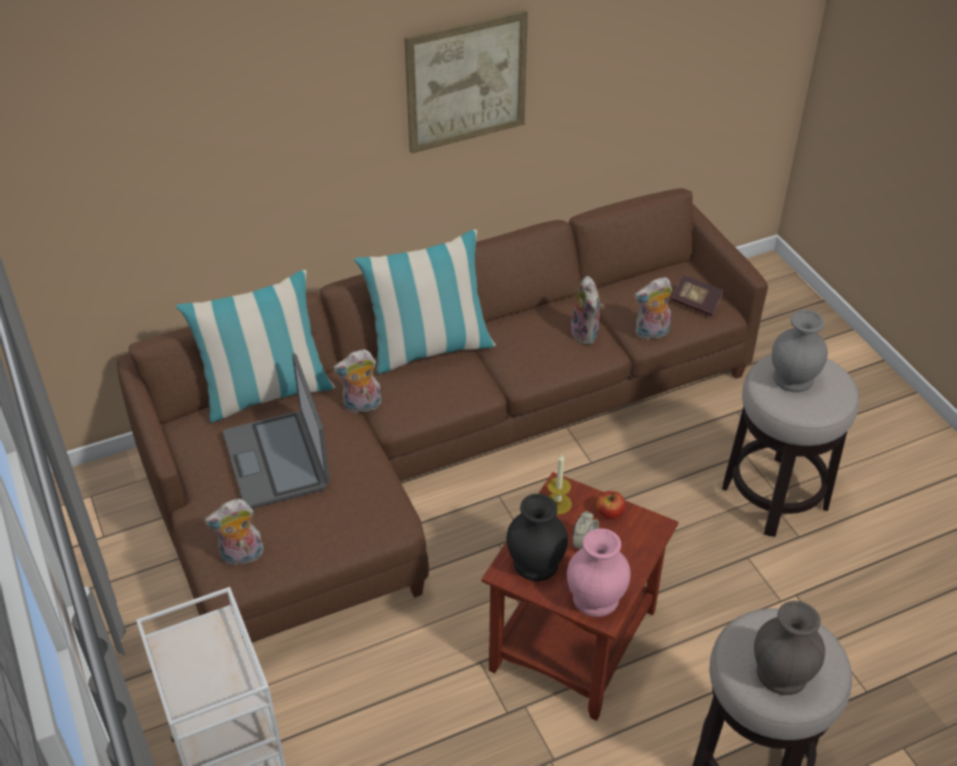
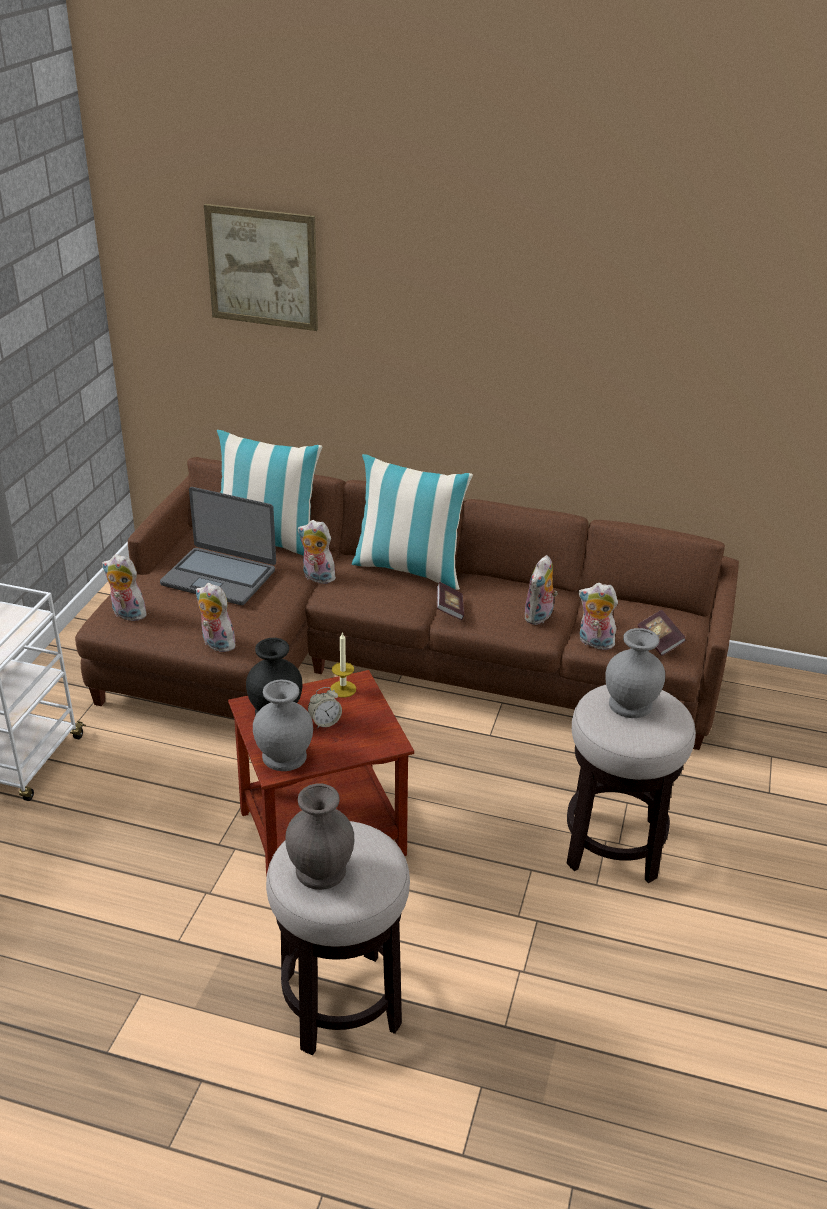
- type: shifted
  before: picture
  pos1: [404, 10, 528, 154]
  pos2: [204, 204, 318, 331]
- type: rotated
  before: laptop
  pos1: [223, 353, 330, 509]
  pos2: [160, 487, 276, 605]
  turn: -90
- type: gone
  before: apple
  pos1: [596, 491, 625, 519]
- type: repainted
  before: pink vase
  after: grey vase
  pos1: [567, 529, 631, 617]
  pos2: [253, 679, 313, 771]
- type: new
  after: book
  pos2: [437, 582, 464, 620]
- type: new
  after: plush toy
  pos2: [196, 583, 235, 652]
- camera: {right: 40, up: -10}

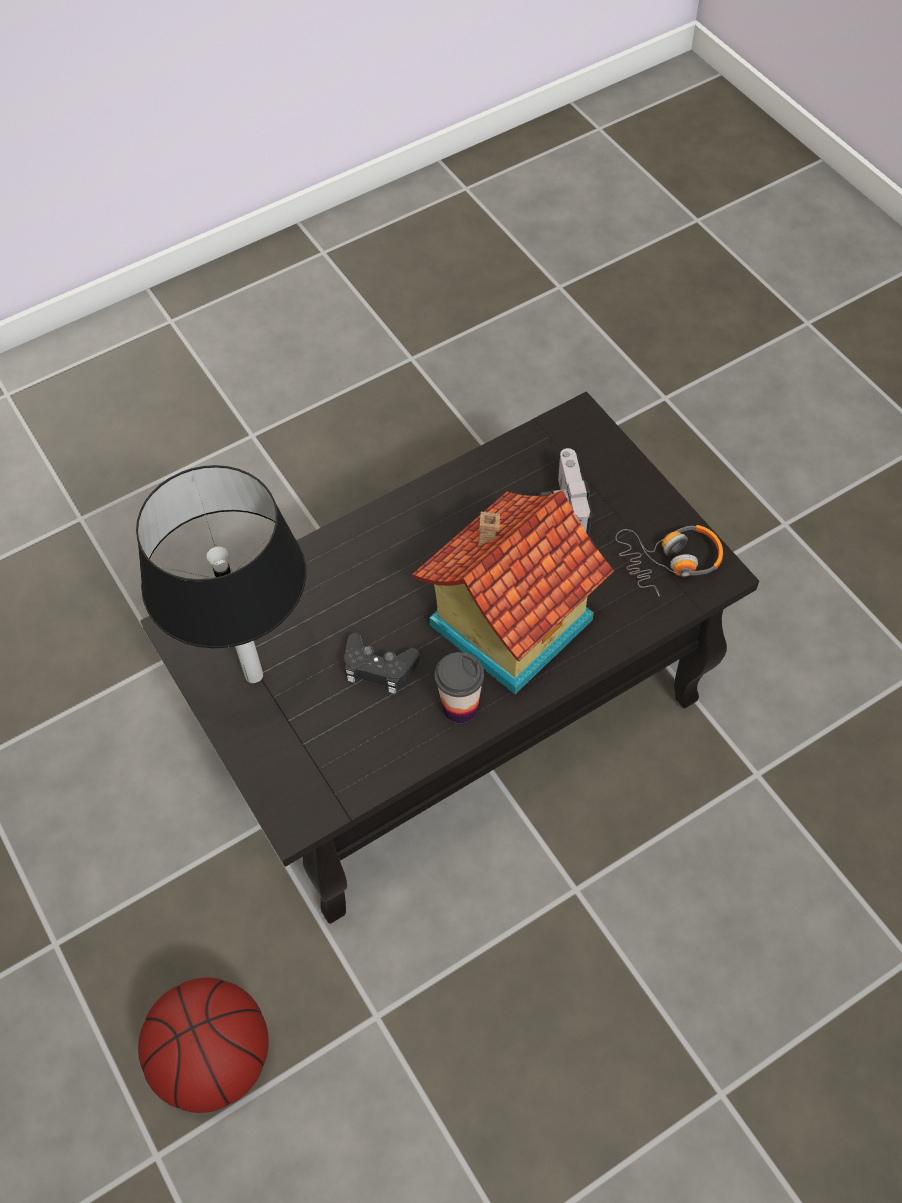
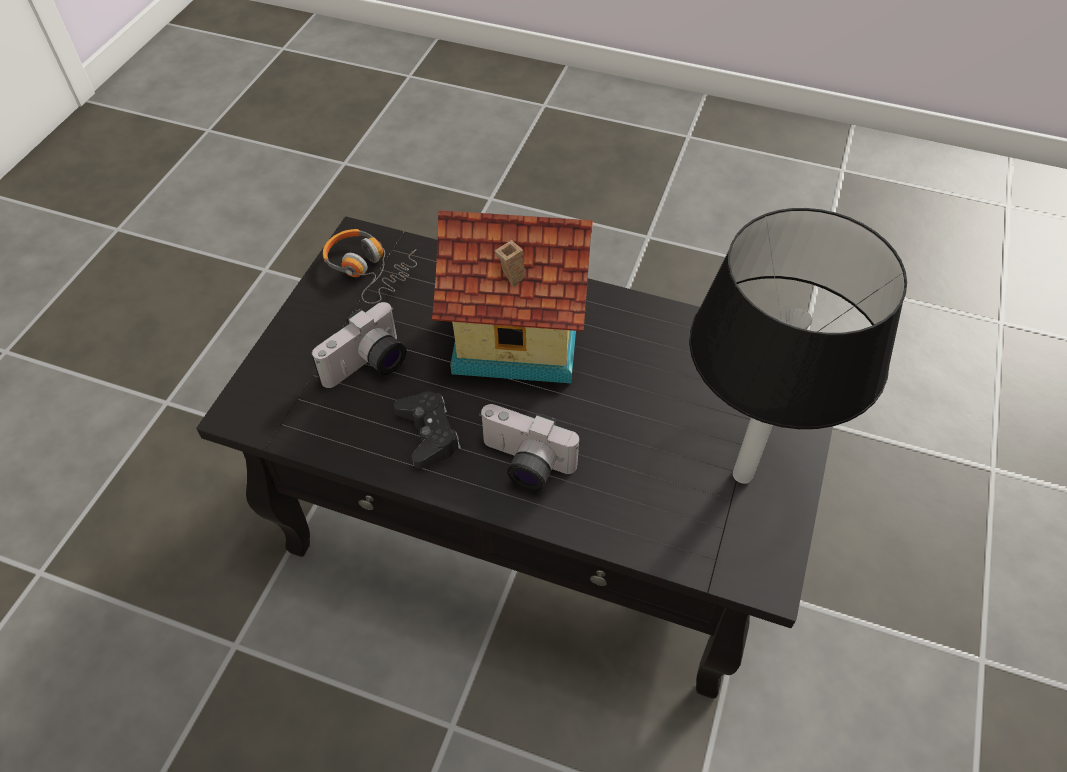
- type: shifted
  before: black game controller
  pos1: [344, 633, 419, 694]
  pos2: [394, 391, 461, 469]
- type: gone
  before: cup
  pos1: [435, 652, 484, 723]
- type: gone
  before: basketball
  pos1: [138, 978, 269, 1113]
- type: new
  after: photo camera
  pos2: [479, 404, 579, 491]
- camera: {right: -130, up: -5}

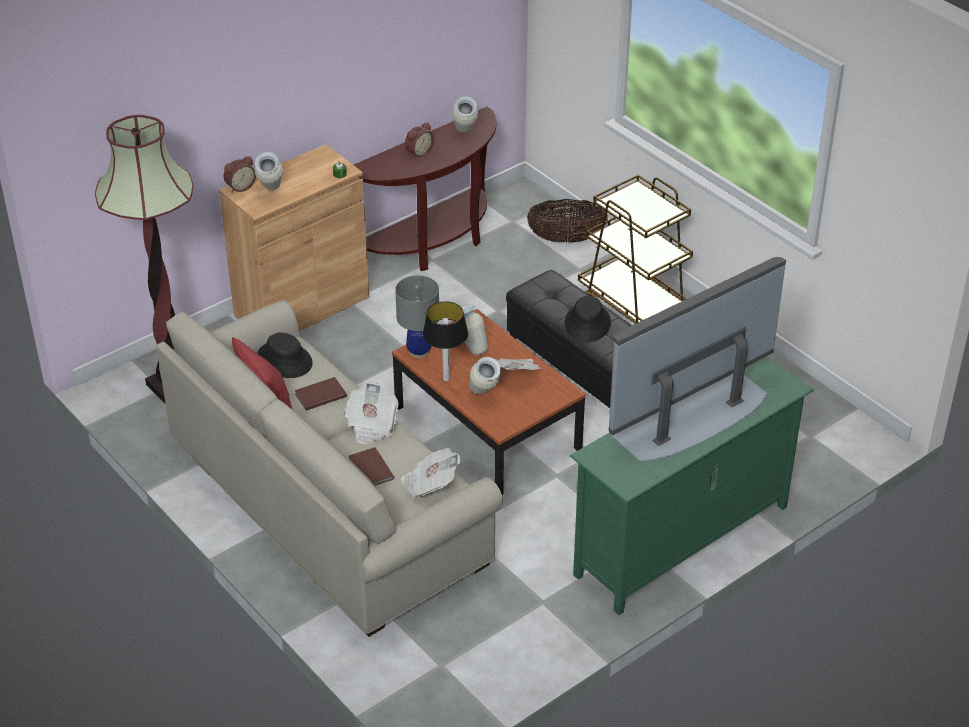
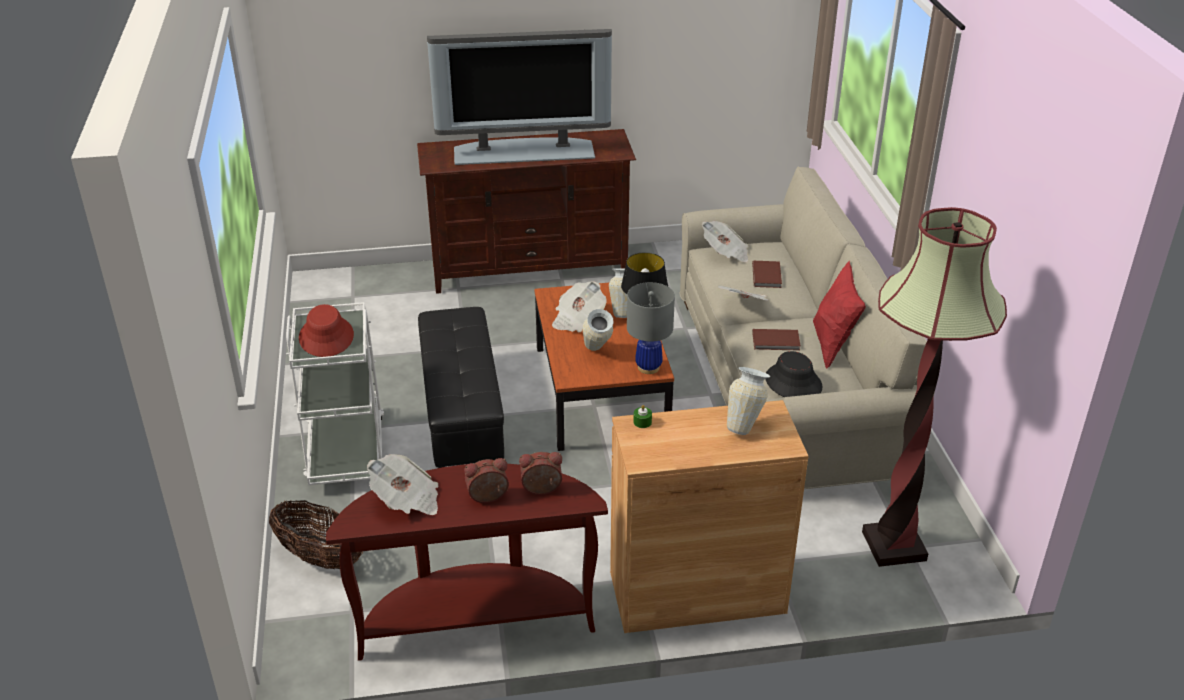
- type: swapped
  before: vase
  after: newspaper
  pos1: [452, 96, 478, 133]
  pos2: [367, 454, 439, 515]
- type: shifted
  before: alarm clock
  pos1: [224, 156, 256, 193]
  pos2: [519, 452, 562, 495]
- type: repainted
  before: brown cart
  after: white cart
  pos1: [578, 175, 693, 324]
  pos2: [286, 302, 384, 485]
- type: gone
  before: black hat
  pos1: [565, 296, 611, 342]
- type: repainted
  before: green tv stand
  after: brown tv stand
  pos1: [570, 357, 814, 615]
  pos2: [417, 129, 636, 294]
- type: new
  after: red hat
  pos2: [299, 304, 354, 357]
- camera: {right: -150, up: -5}

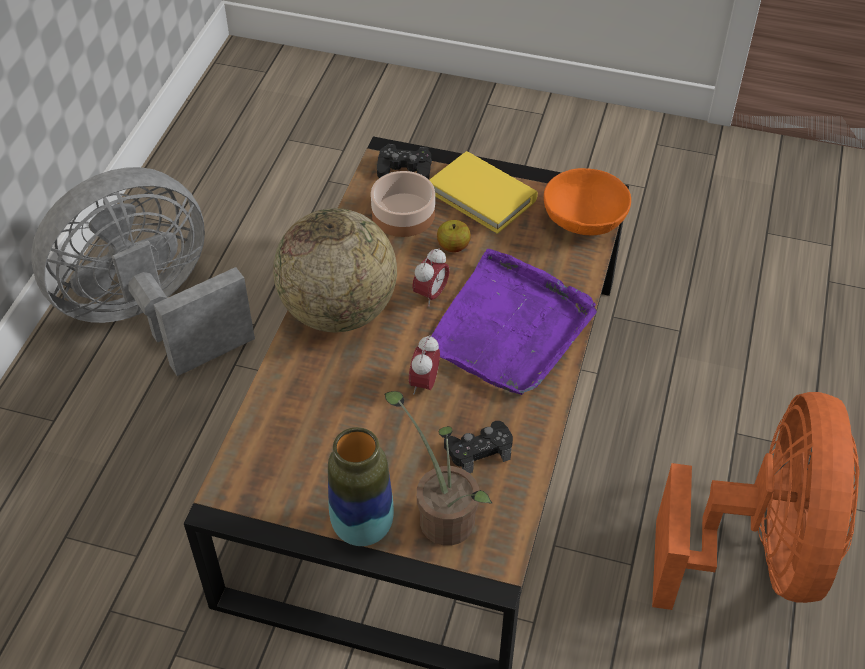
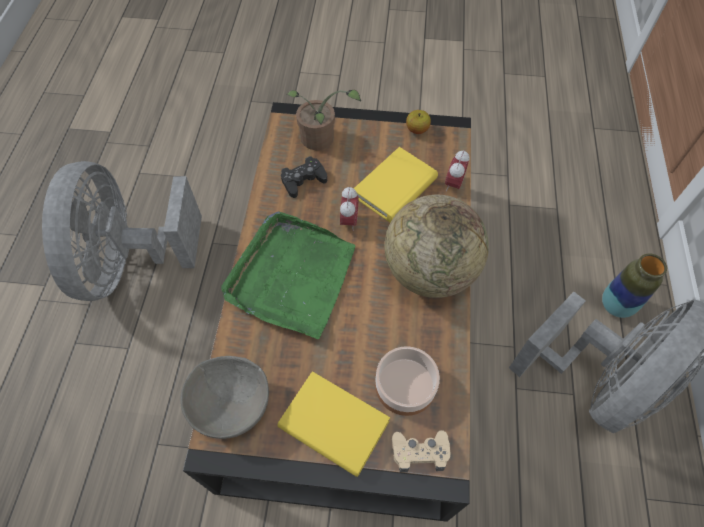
- type: repainted
  before: black game controller
  after: beige game controller
  pos1: [377, 144, 432, 179]
  pos2: [392, 430, 451, 472]
- type: repainted
  before: orange bowl
  after: grey bowl
  pos1: [544, 168, 631, 235]
  pos2: [180, 356, 269, 439]
- type: shifted
  before: apple
  pos1: [437, 220, 471, 252]
  pos2: [406, 110, 431, 134]
- type: shifted
  before: alarm clock
  pos1: [412, 248, 450, 307]
  pos2: [445, 150, 470, 191]
- type: repainted
  before: purple tray
  after: green tray
  pos1: [431, 249, 597, 395]
  pos2: [221, 211, 356, 339]
- type: repainted
  before: orange fan
  after: grey fan
  pos1: [652, 392, 859, 610]
  pos2: [42, 161, 202, 301]
- type: shifted
  before: vase
  pos1: [328, 427, 394, 546]
  pos2: [602, 253, 667, 318]
- type: new
  after: yellow book
  pos2: [354, 147, 438, 223]
- camera: {right: 170, up: 10}

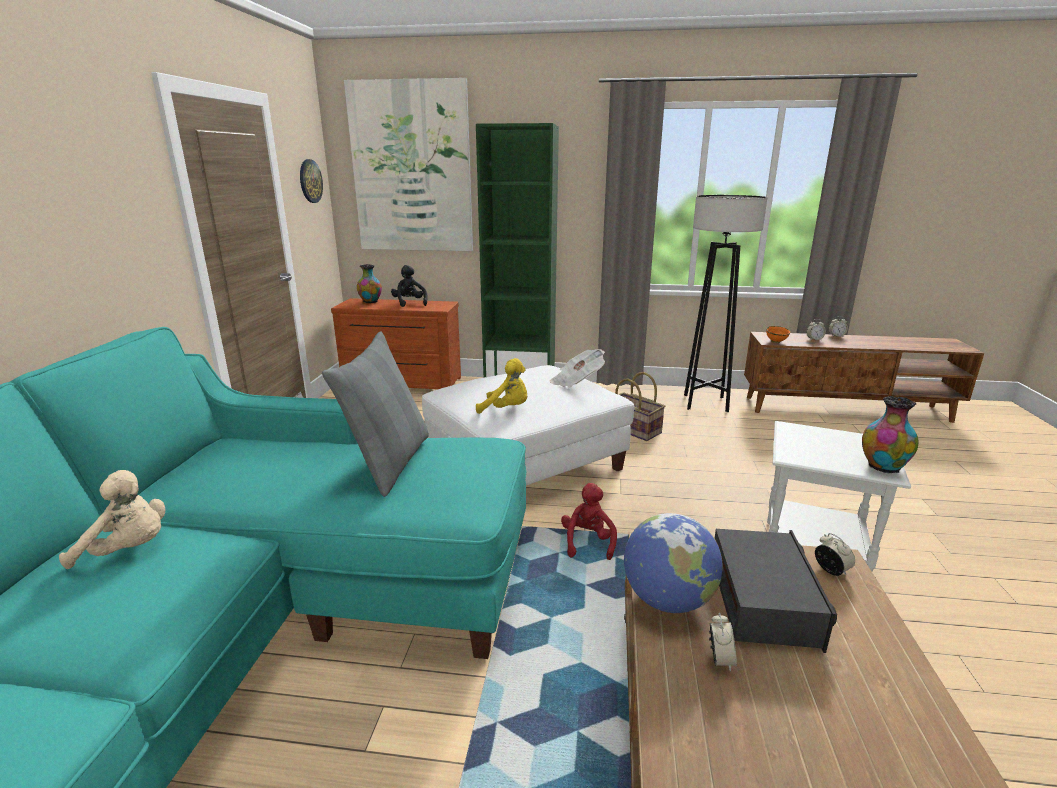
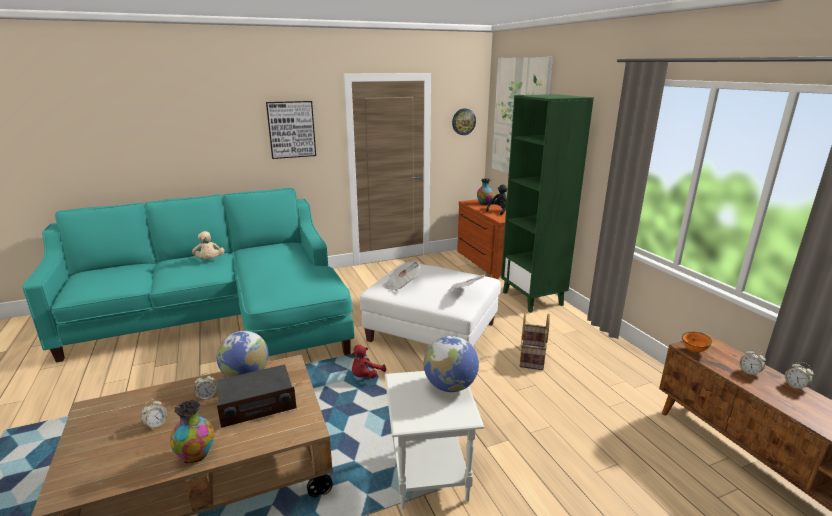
- type: gone
  before: grey floor lamp
  pos1: [684, 195, 768, 412]
- type: gone
  before: grey pillow
  pos1: [322, 331, 429, 497]
- type: swapped
  before: yellow plush toy
  after: newspaper
  pos1: [476, 358, 527, 414]
  pos2: [382, 261, 420, 291]
- type: shifted
  before: vase
  pos1: [862, 396, 918, 473]
  pos2: [170, 400, 214, 464]
- type: rotated
  before: red plush toy
  pos1: [561, 483, 617, 560]
  pos2: [352, 345, 386, 378]
  turn: 150
- type: shifted
  before: alarm clock
  pos1: [815, 533, 855, 576]
  pos2: [141, 399, 167, 430]
- type: new
  after: picture
  pos2: [266, 101, 316, 159]
- type: new
  after: globe
  pos2: [424, 336, 479, 392]
- camera: {right: 60, up: 0}

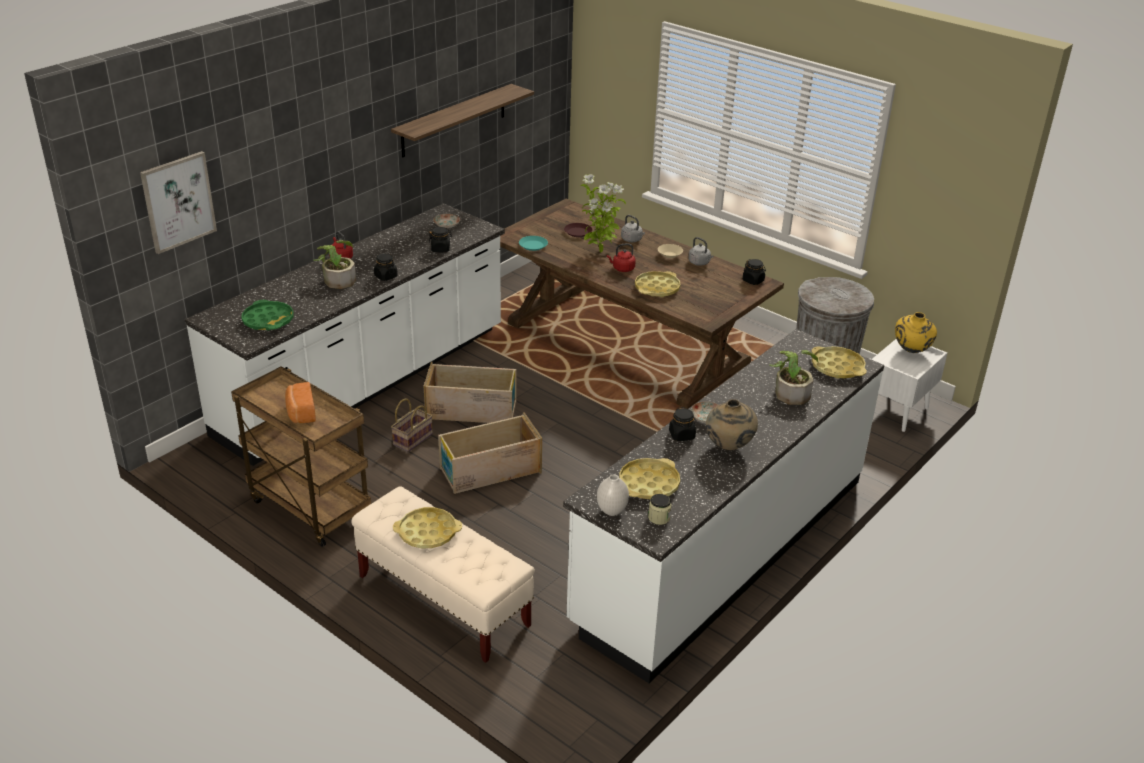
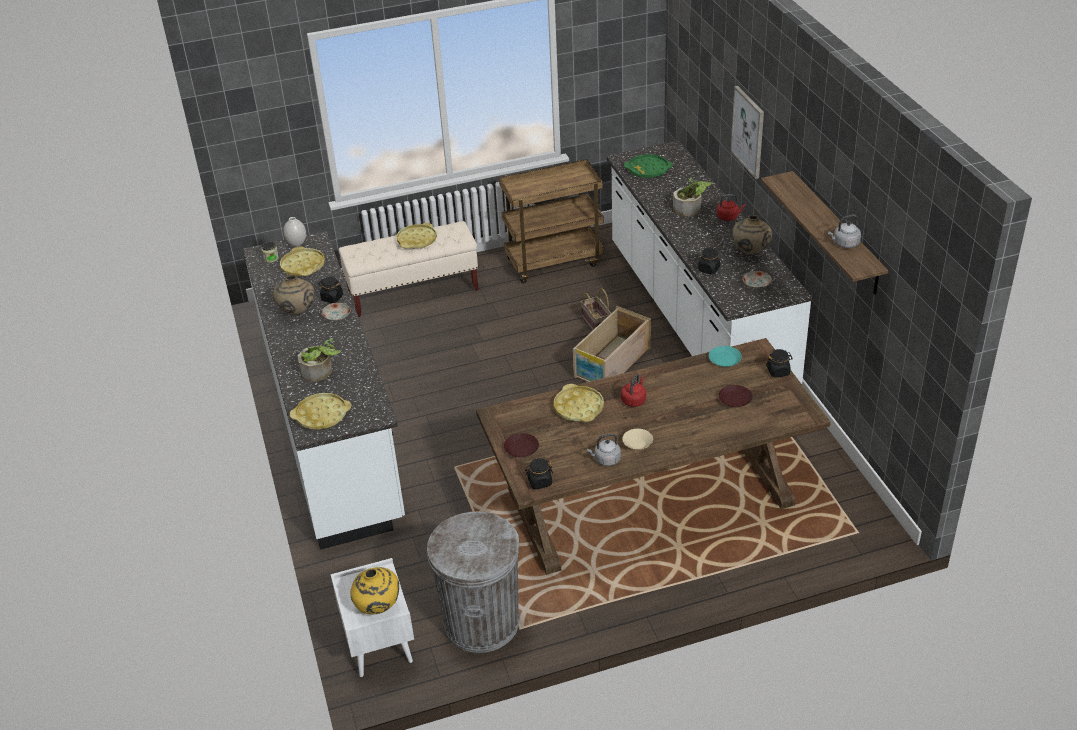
- type: shifted
  before: picture
  pos1: [140, 151, 217, 254]
  pos2: [731, 86, 764, 179]
- type: gone
  before: potted plant
  pos1: [581, 174, 626, 253]
- type: shifted
  before: grey kettle
  pos1: [621, 215, 645, 242]
  pos2: [828, 215, 861, 248]
- type: shifted
  before: black jar
  pos1: [374, 253, 398, 281]
  pos2: [766, 349, 793, 377]
- type: gone
  before: bread
  pos1: [285, 382, 316, 423]
- type: gone
  before: crate
  pos1: [438, 412, 542, 494]
- type: new
  after: beige vase
  pos2: [732, 215, 772, 255]
- type: new
  after: brown plate
  pos2: [504, 433, 539, 457]
- camera: {right: 125, up: 5}

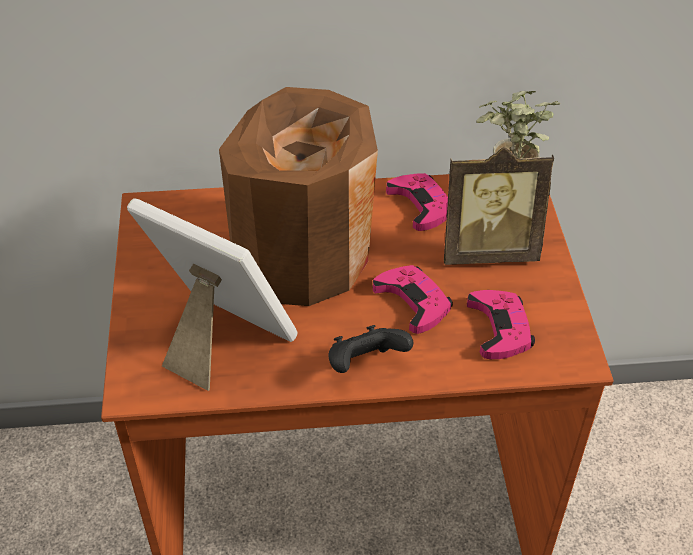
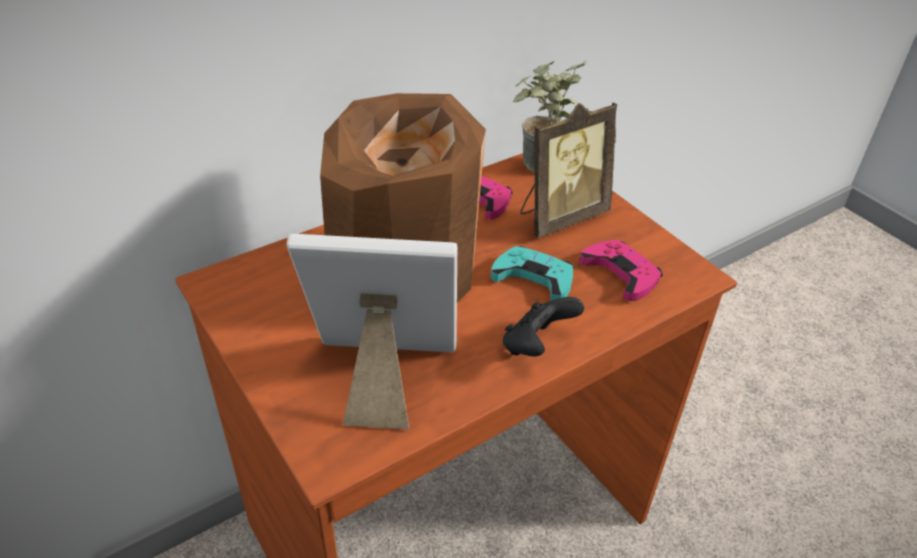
- type: repainted
  before: pink game controller
  after: turquoise game controller
  pos1: [372, 265, 453, 334]
  pos2: [491, 246, 573, 301]
- camera: {right: -30, up: -5}

